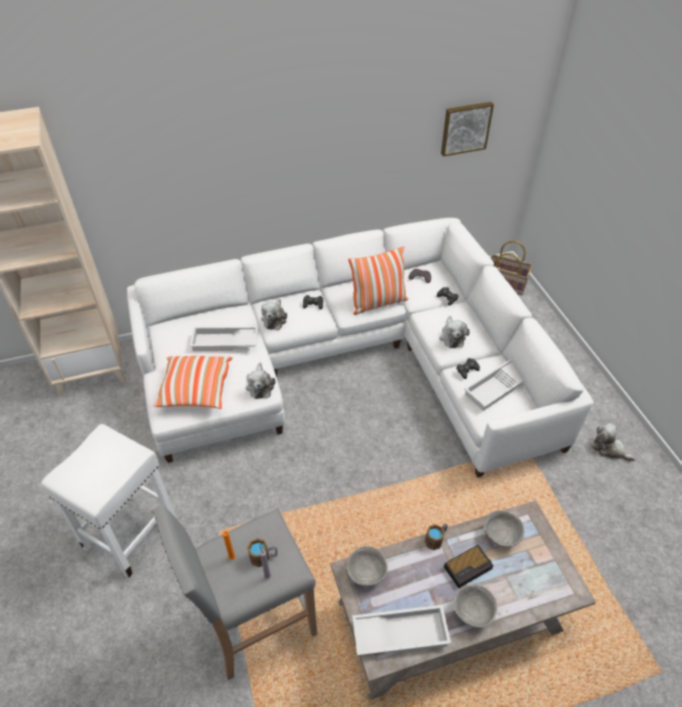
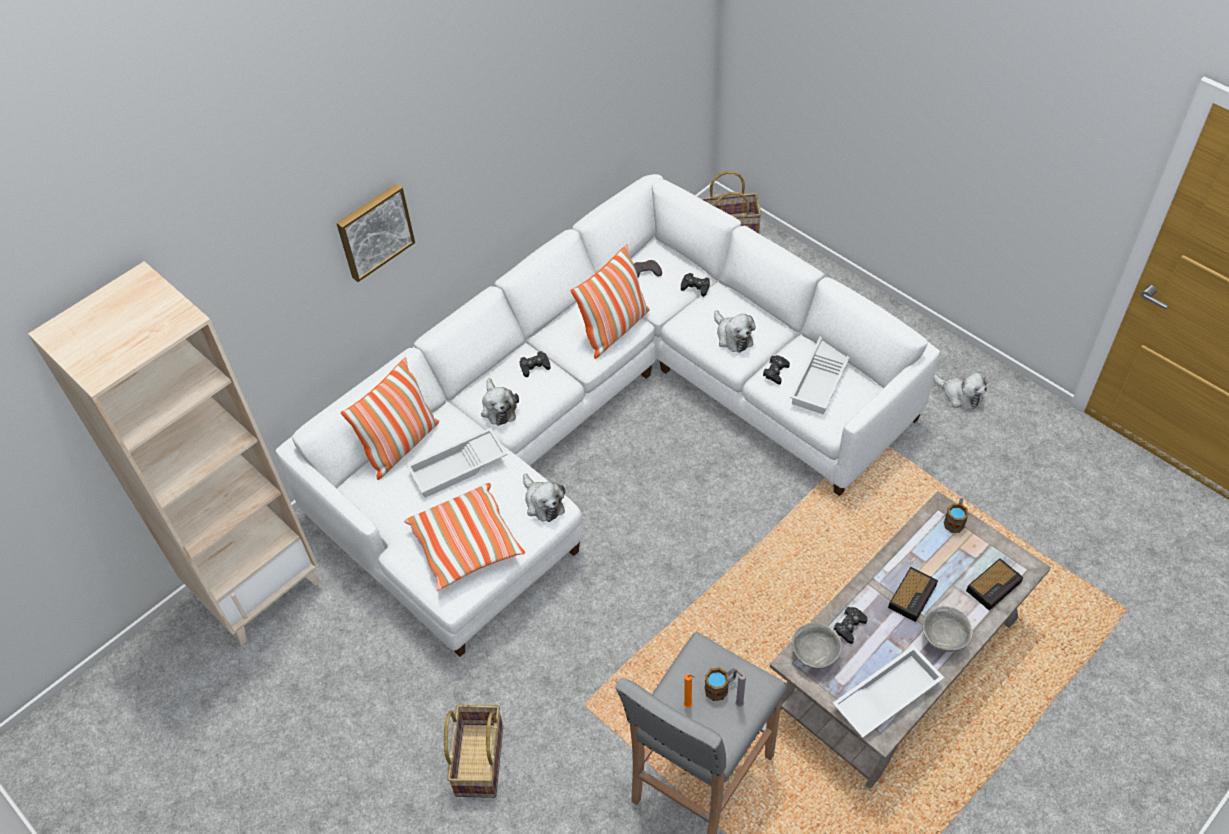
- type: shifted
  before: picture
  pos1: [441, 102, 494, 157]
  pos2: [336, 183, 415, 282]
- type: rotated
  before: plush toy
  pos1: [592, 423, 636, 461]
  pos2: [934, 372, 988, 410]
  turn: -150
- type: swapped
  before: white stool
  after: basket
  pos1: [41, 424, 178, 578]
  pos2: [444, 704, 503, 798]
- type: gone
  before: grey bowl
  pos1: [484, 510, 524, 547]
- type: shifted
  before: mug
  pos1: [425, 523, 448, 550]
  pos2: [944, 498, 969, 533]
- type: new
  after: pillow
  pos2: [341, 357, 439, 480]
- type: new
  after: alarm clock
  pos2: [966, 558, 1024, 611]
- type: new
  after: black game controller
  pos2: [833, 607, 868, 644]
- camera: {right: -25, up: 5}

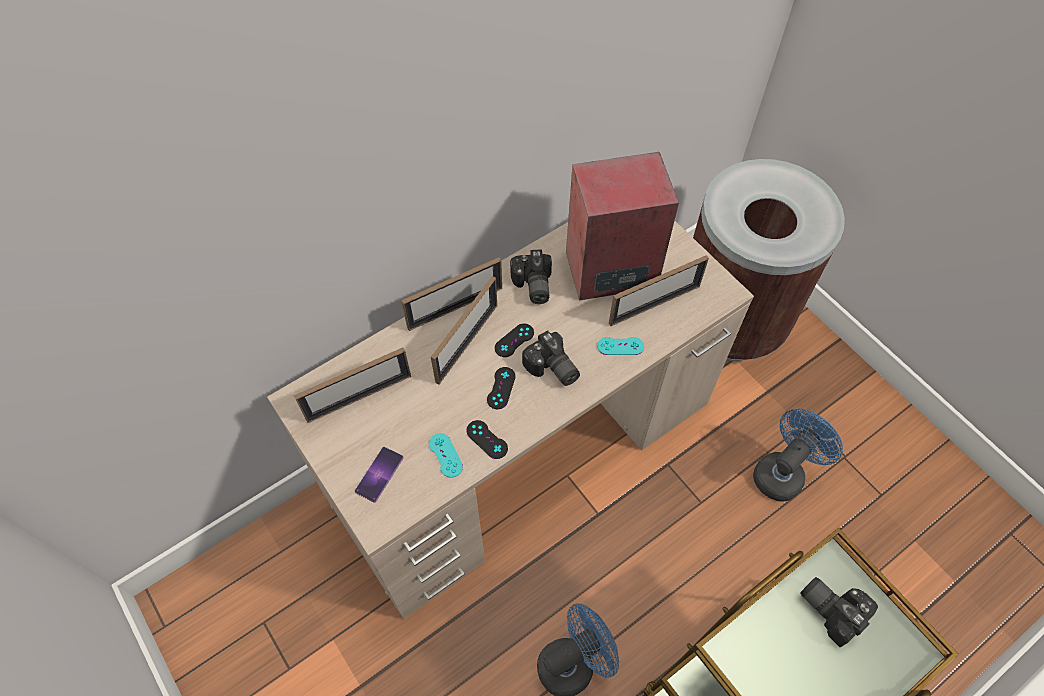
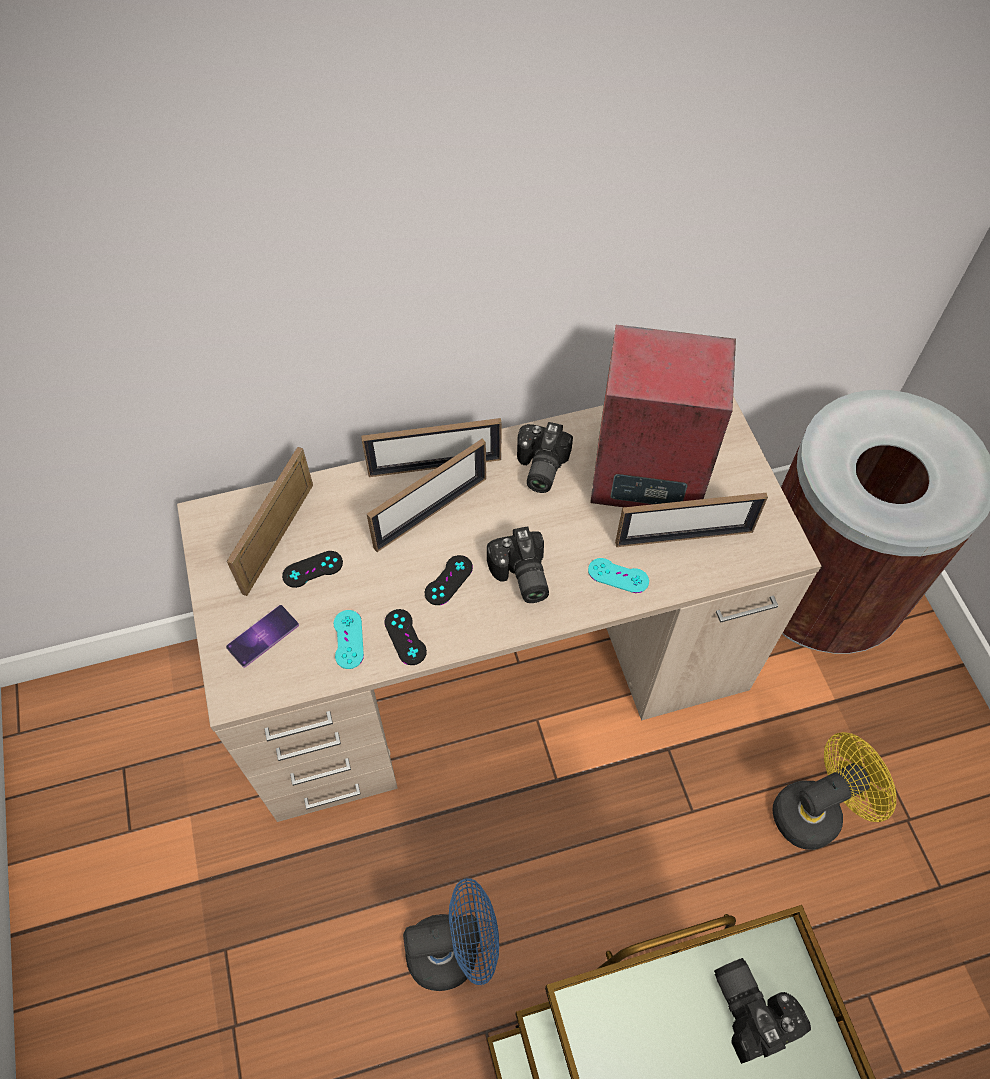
- type: shifted
  before: black game controller
  pos1: [495, 323, 534, 357]
  pos2: [282, 551, 343, 588]
- type: rotated
  before: picture frame
  pos1: [294, 348, 411, 423]
  pos2: [227, 447, 313, 596]
  turn: 120
- type: repainted
  before: blue fan
  after: yellow fan
  pos1: [753, 408, 843, 502]
  pos2: [772, 732, 896, 850]
- camera: {right: 20, up: 0}

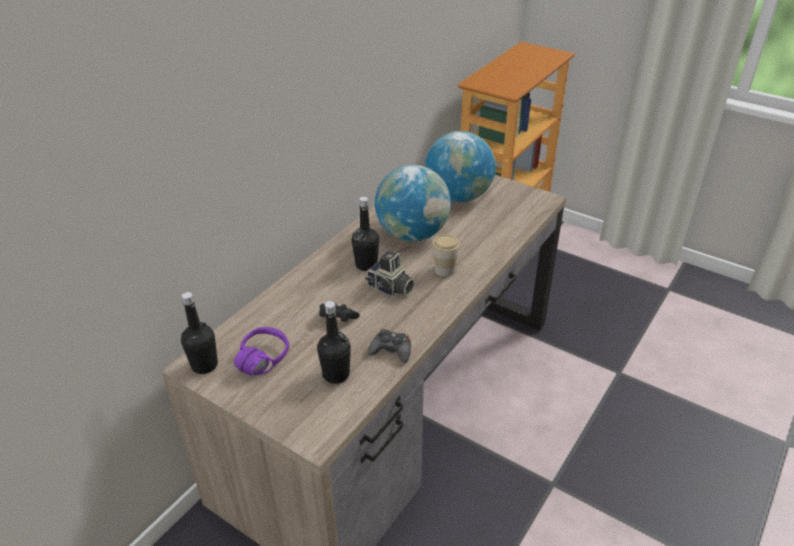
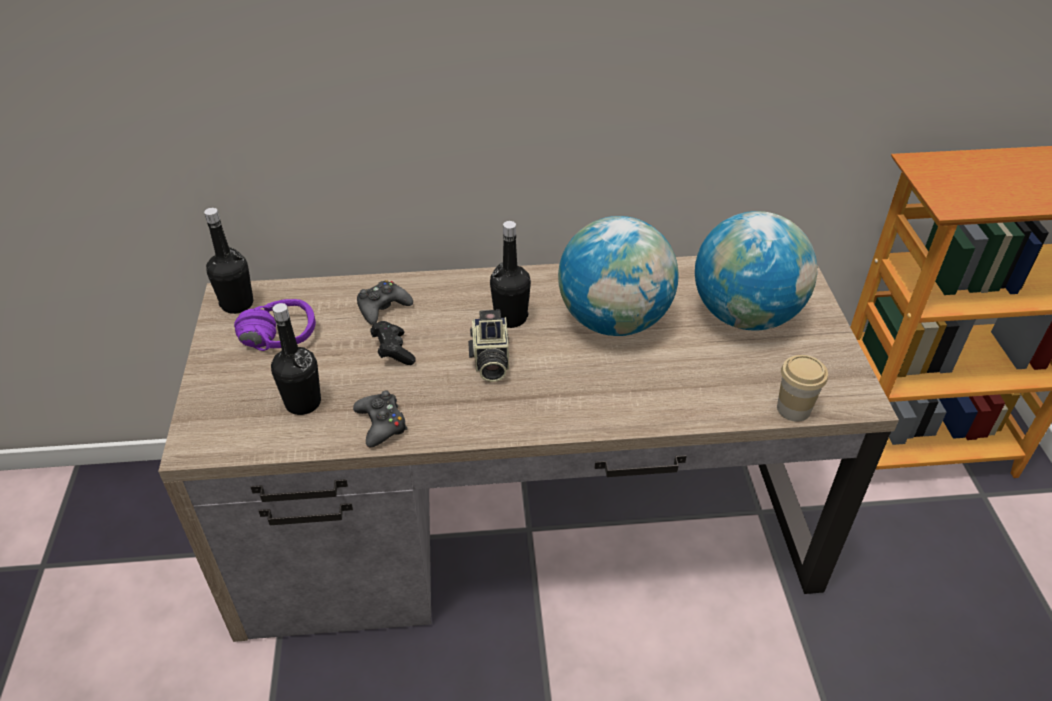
- type: shifted
  before: cup
  pos1: [432, 234, 460, 277]
  pos2: [777, 355, 828, 422]
- type: new
  after: black game controller
  pos2: [357, 280, 413, 325]
- camera: {right: 50, up: 5}

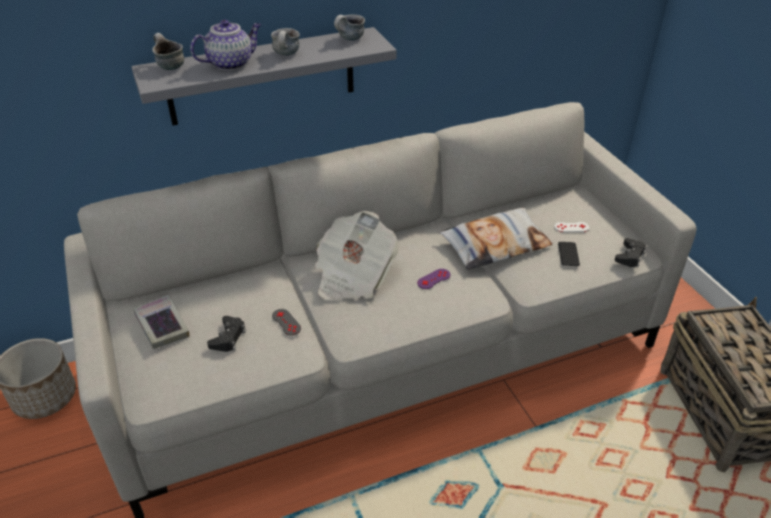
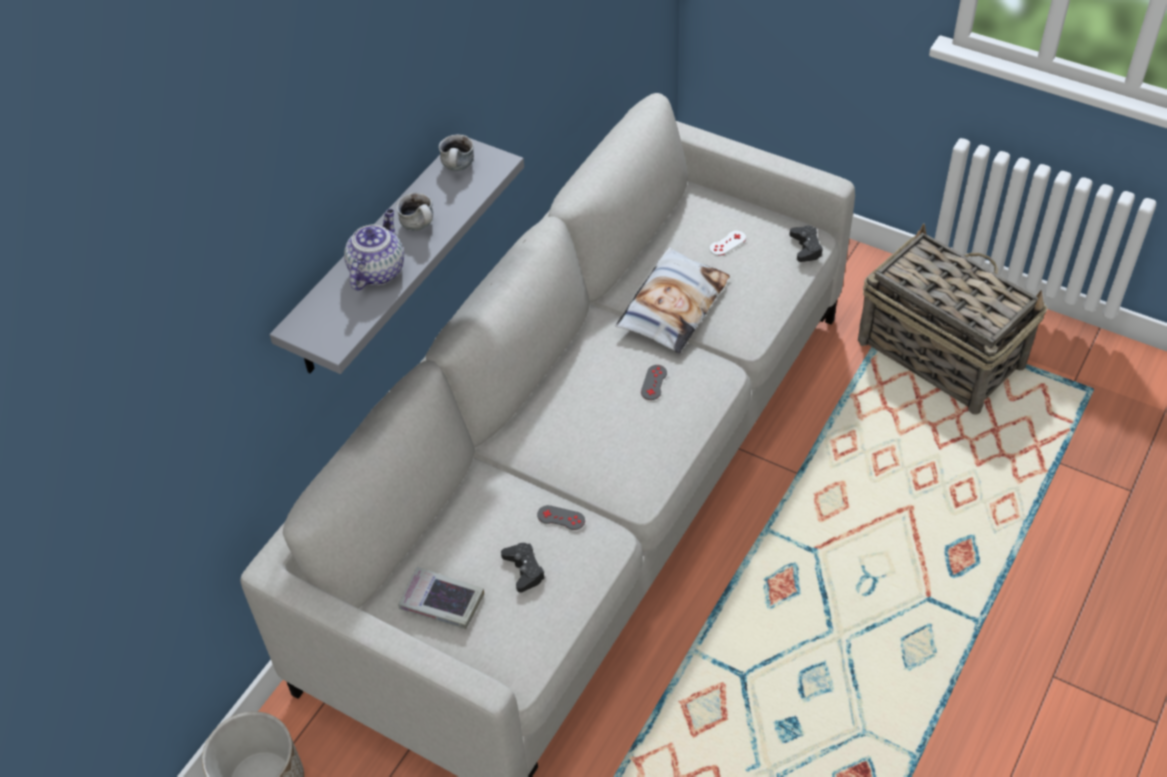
- type: gone
  before: mug
  pos1: [152, 33, 184, 70]
- type: gone
  before: newspaper
  pos1: [315, 211, 399, 300]
- type: gone
  before: phone
  pos1: [558, 242, 580, 266]
- type: repainted
  before: purple game controller
  after: grey game controller
  pos1: [417, 269, 450, 289]
  pos2: [641, 365, 667, 400]
- camera: {right: -35, up: 10}

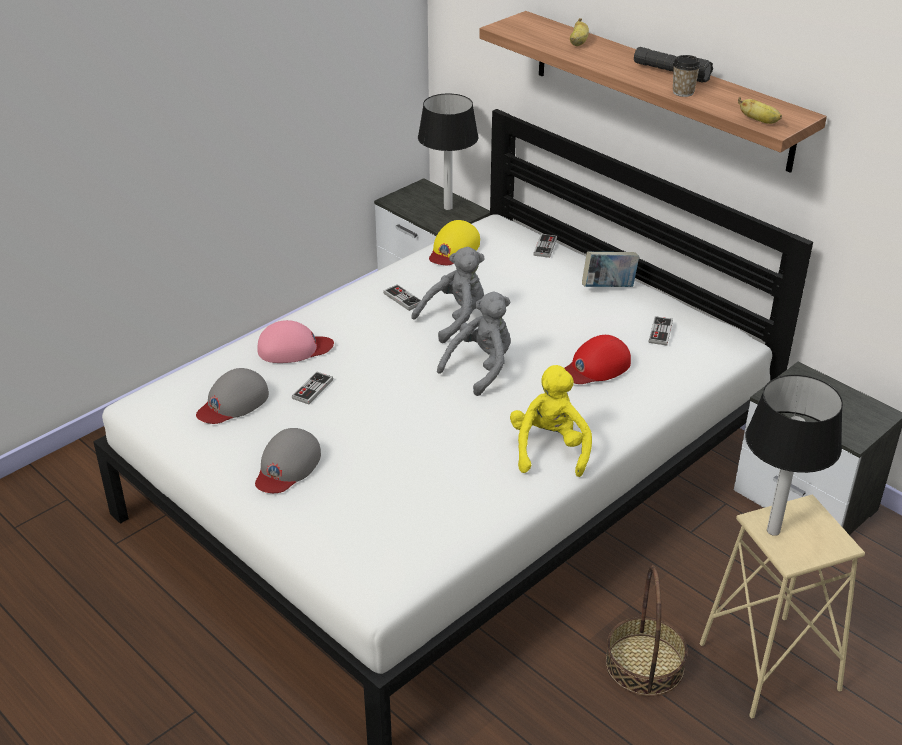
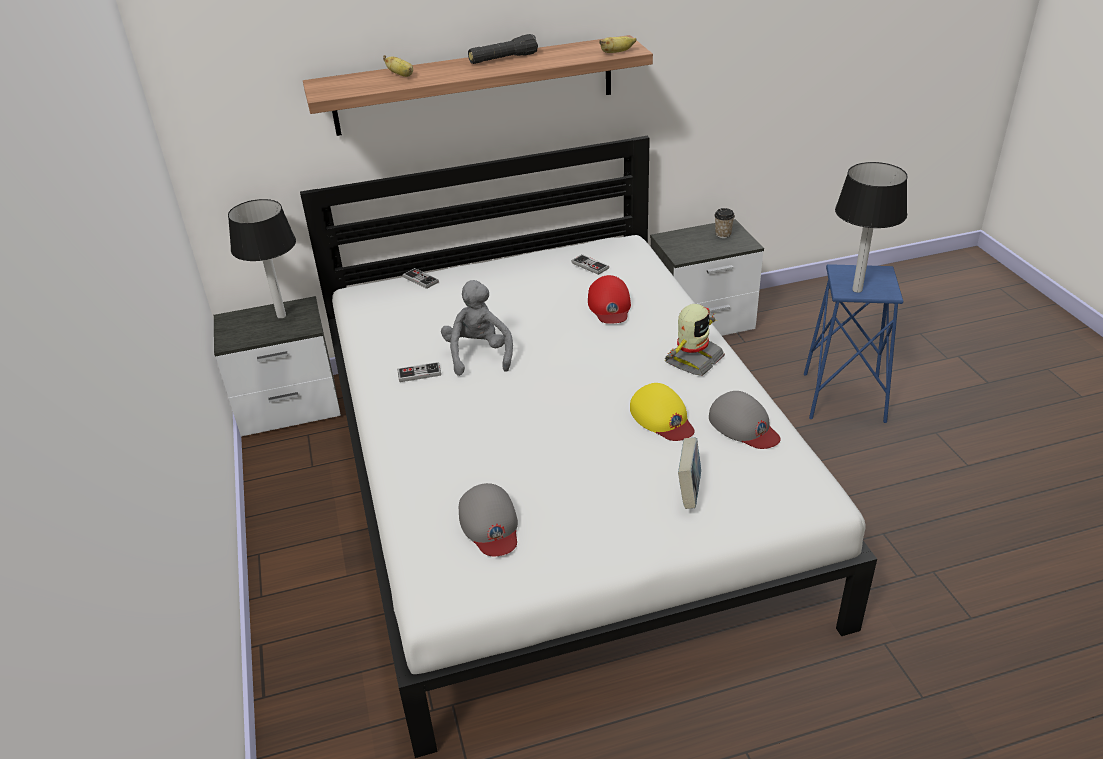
- type: shifted
  before: cup
  pos1: [673, 55, 701, 97]
  pos2: [714, 208, 735, 238]
- type: shifted
  before: yellow cap
  pos1: [429, 220, 480, 265]
  pos2: [630, 383, 695, 441]
- type: shifted
  before: book
  pos1: [582, 251, 639, 287]
  pos2: [678, 438, 701, 509]
- type: gone
  before: grey plush toy
  pos1: [437, 291, 511, 396]
- type: gone
  before: pink cap
  pos1: [257, 320, 334, 363]
- type: swapped
  before: yellow plush toy
  after: toy robot
  pos1: [510, 365, 592, 477]
  pos2: [665, 304, 725, 376]
- type: gone
  before: game controller
  pos1: [292, 371, 333, 404]
- type: shifted
  before: grey cap
  pos1: [255, 428, 321, 493]
  pos2: [709, 391, 781, 449]
- type: repainted
  before: beige stool
  after: blue stool
  pos1: [700, 494, 865, 719]
  pos2: [804, 264, 903, 423]
- type: gone
  before: basket
  pos1: [605, 565, 688, 696]
- camera: {right: -60, up: 0}

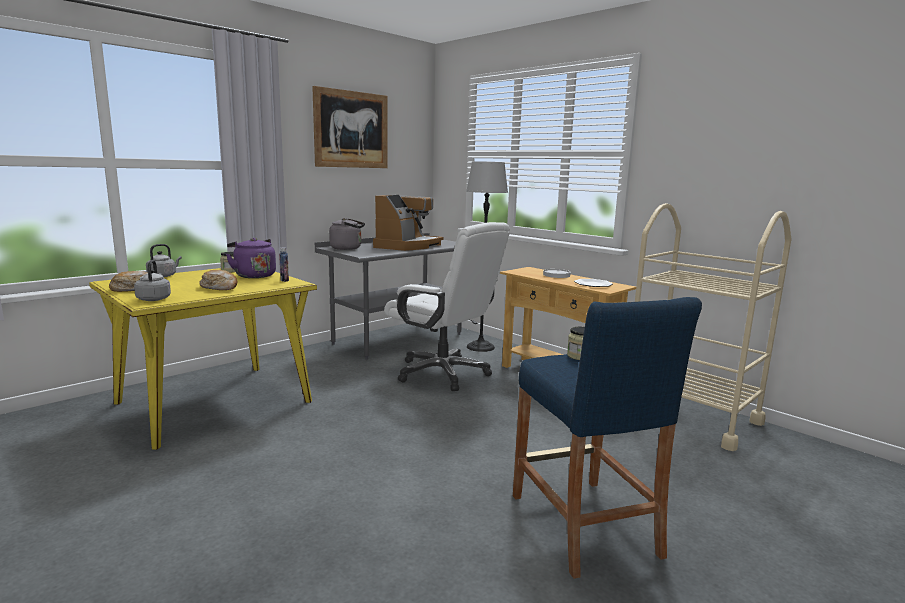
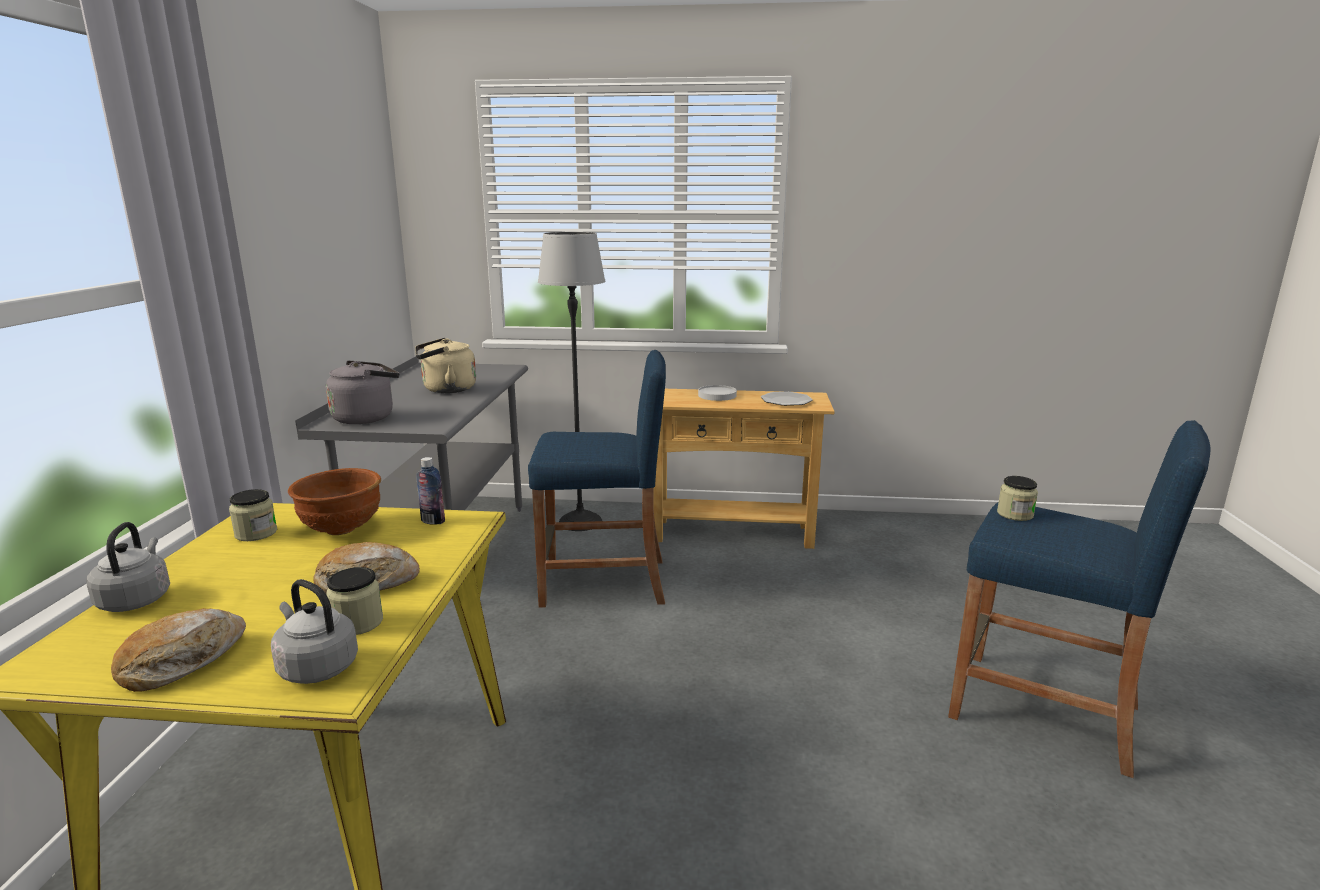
- type: gone
  before: picture
  pos1: [312, 86, 388, 168]
- type: swapped
  before: coffee machine
  after: beige kettle
  pos1: [373, 195, 444, 251]
  pos2: [415, 338, 476, 393]
- type: gone
  before: beige cart
  pos1: [635, 203, 792, 451]
- type: swapped
  before: white office chair
  after: blue stool
  pos1: [384, 222, 510, 391]
  pos2: [528, 350, 666, 608]
- type: swapped
  before: purple kettle
  after: brown bowl
  pos1: [226, 238, 276, 278]
  pos2: [288, 468, 381, 535]
- type: new
  after: jar
  pos2: [326, 567, 383, 635]
- camera: {right: -40, up: 5}

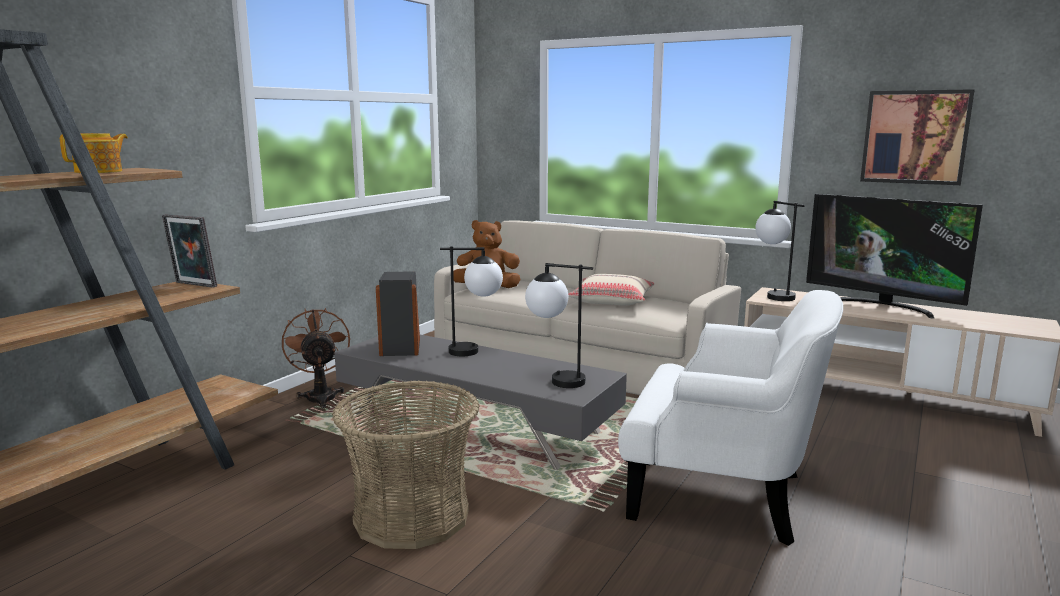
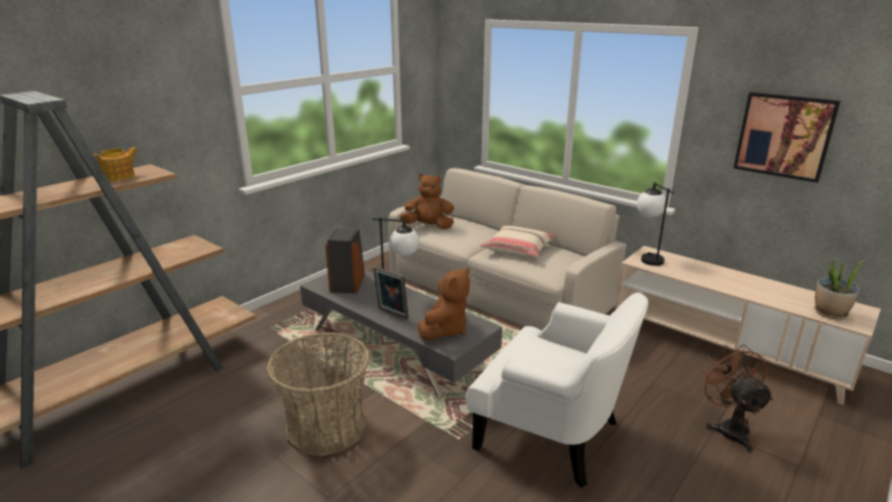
- type: gone
  before: television
  pos1: [806, 194, 983, 318]
- type: shifted
  before: picture frame
  pos1: [162, 214, 217, 288]
  pos2: [373, 266, 409, 319]
- type: swapped
  before: table lamp
  after: brown plush toy
  pos1: [525, 263, 593, 388]
  pos2: [418, 267, 470, 340]
- type: shifted
  before: brown fan
  pos1: [282, 308, 350, 409]
  pos2: [698, 344, 773, 453]
- type: new
  after: potted plant
  pos2: [814, 260, 864, 319]
- camera: {right: 10, up: 10}

